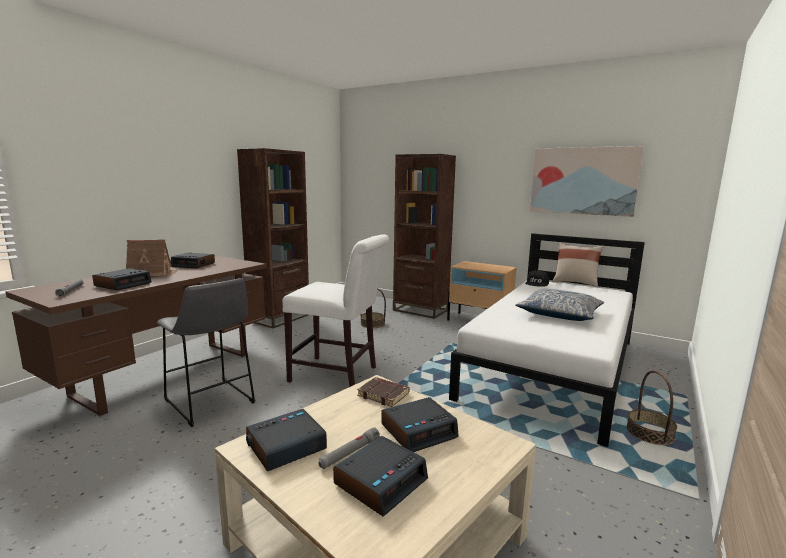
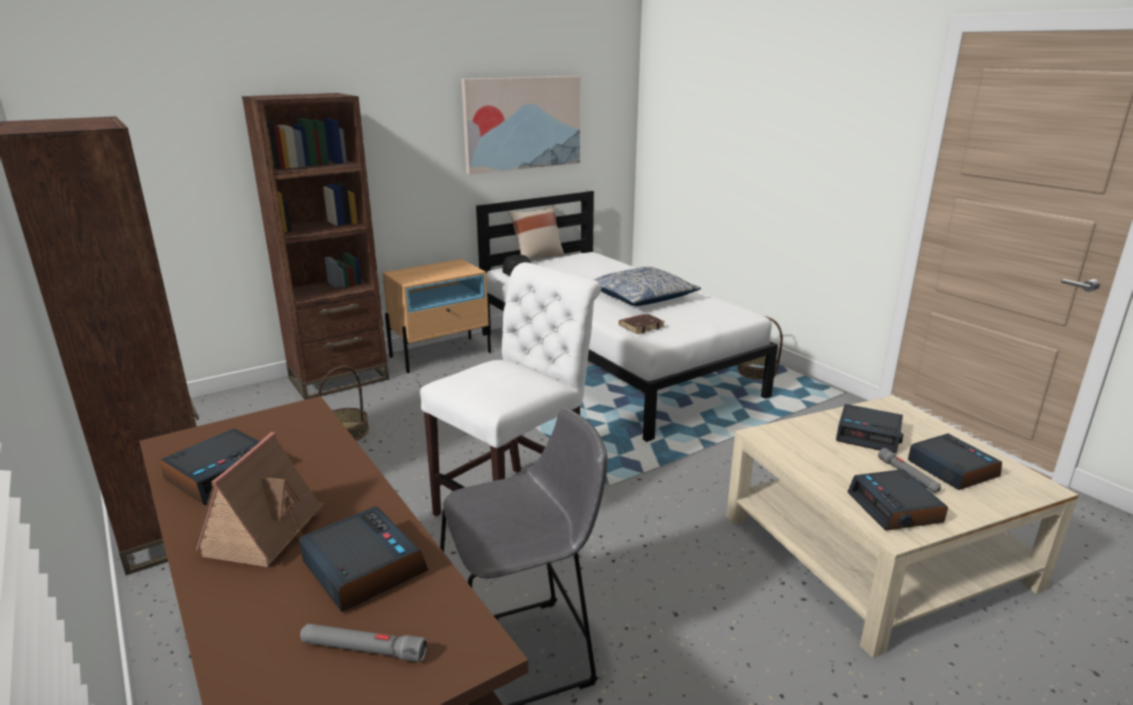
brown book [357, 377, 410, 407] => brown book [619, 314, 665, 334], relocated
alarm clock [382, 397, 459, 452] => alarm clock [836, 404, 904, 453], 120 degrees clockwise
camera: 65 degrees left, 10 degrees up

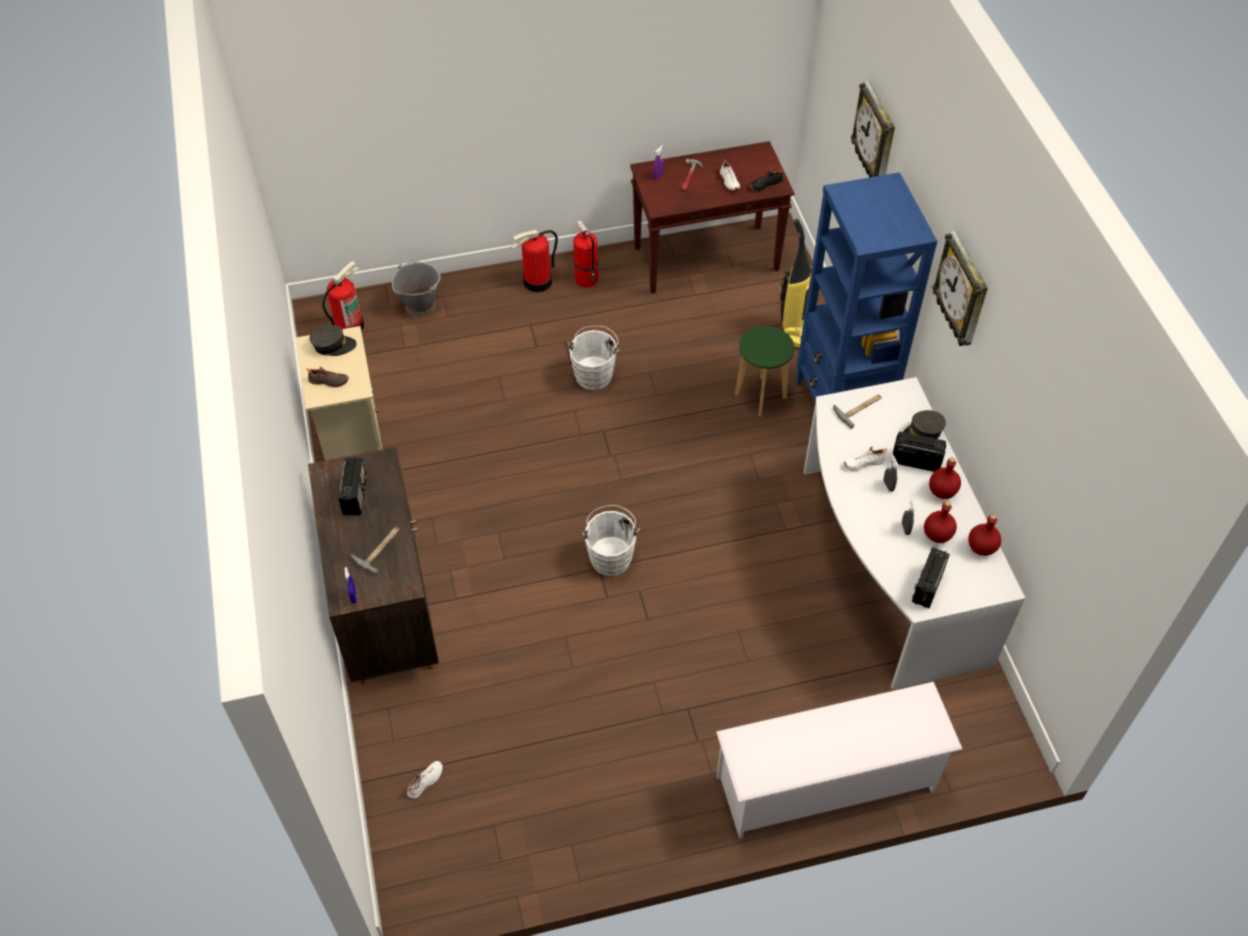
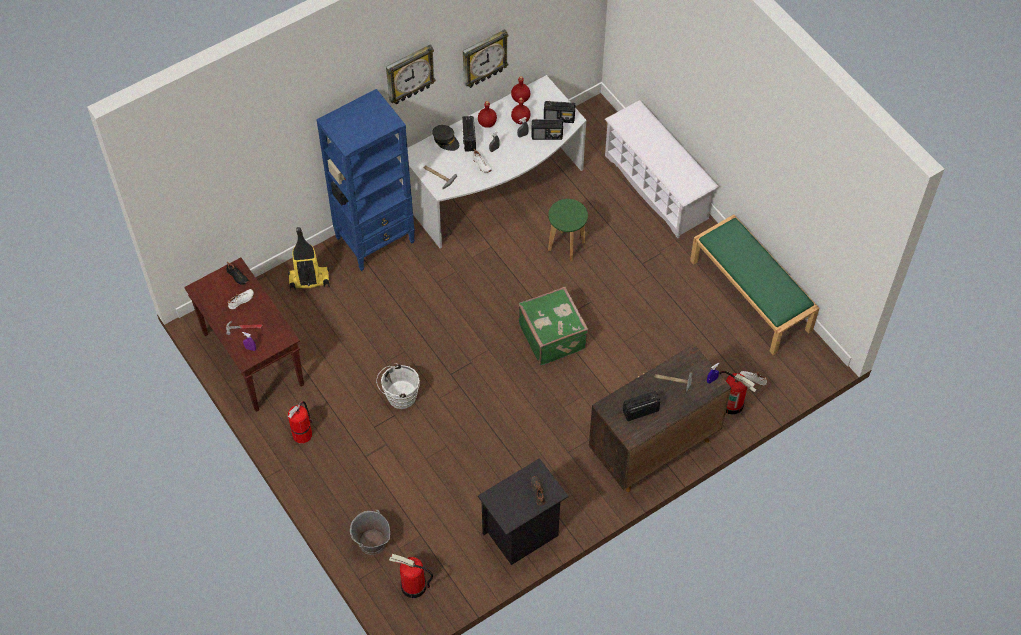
beige nightstand [296, 326, 383, 461] => black nightstand [478, 458, 568, 565]
grey cap [309, 325, 357, 356] => nothing
fire extinguisher [511, 230, 558, 292] => fire extinguisher [719, 371, 756, 415], relocated
white bucket [582, 505, 640, 576] => green suitcase [518, 287, 589, 366]
green stool [735, 326, 794, 416] => green stool [548, 199, 588, 262], relocated
wall clock [851, 80, 895, 177] => wall clock [463, 29, 509, 88], relocated
nothing => radio [532, 119, 563, 140]
nothing => green bench [690, 214, 819, 355]
camera: 110 degrees left, 5 degrees up

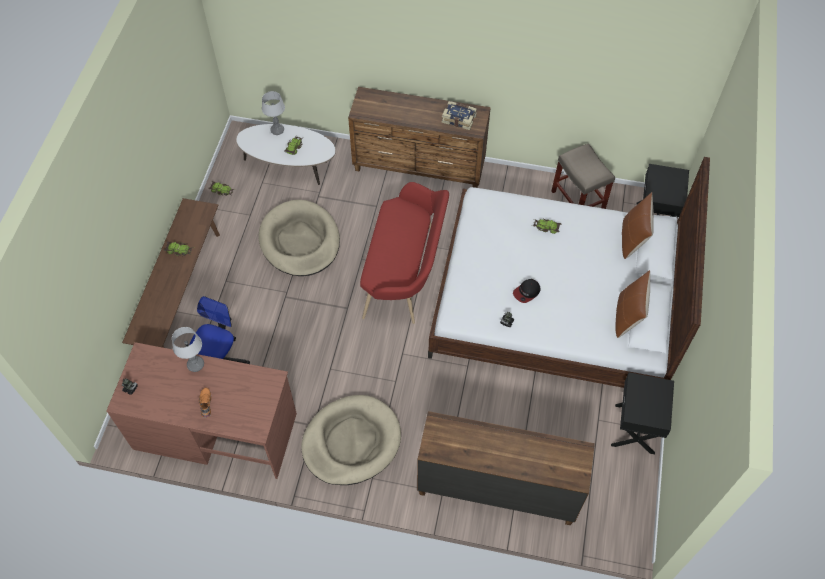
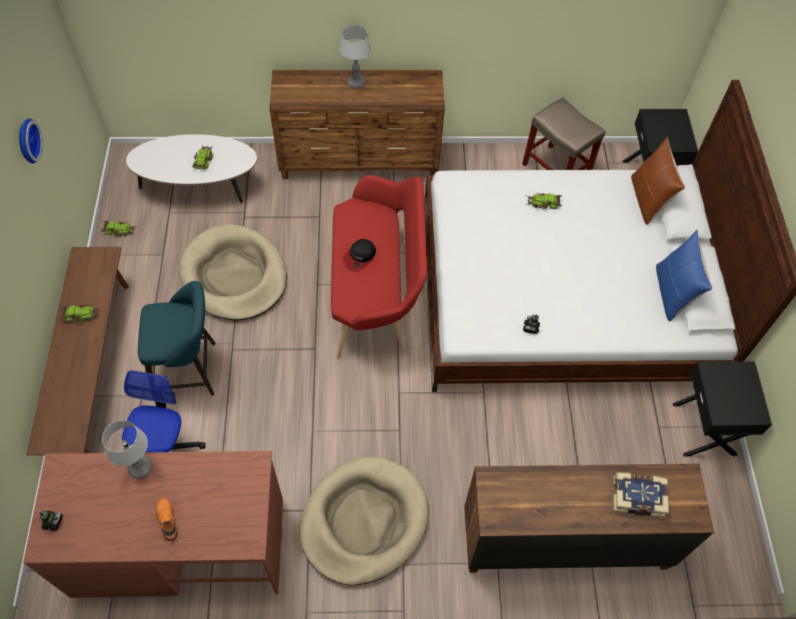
table lamp [262, 91, 285, 135] => table lamp [340, 25, 371, 89], relocated
book [442, 101, 477, 130] => book [613, 472, 669, 518], relocated
cap [513, 279, 541, 303] => cap [343, 239, 376, 269], relocated
brown pillow [615, 270, 650, 338] => blue pillow [656, 230, 712, 322]
nothing => wall clock [19, 118, 43, 164]
nothing => turquoise stool [138, 281, 216, 396]
camera: 15 degrees left, 0 degrees up

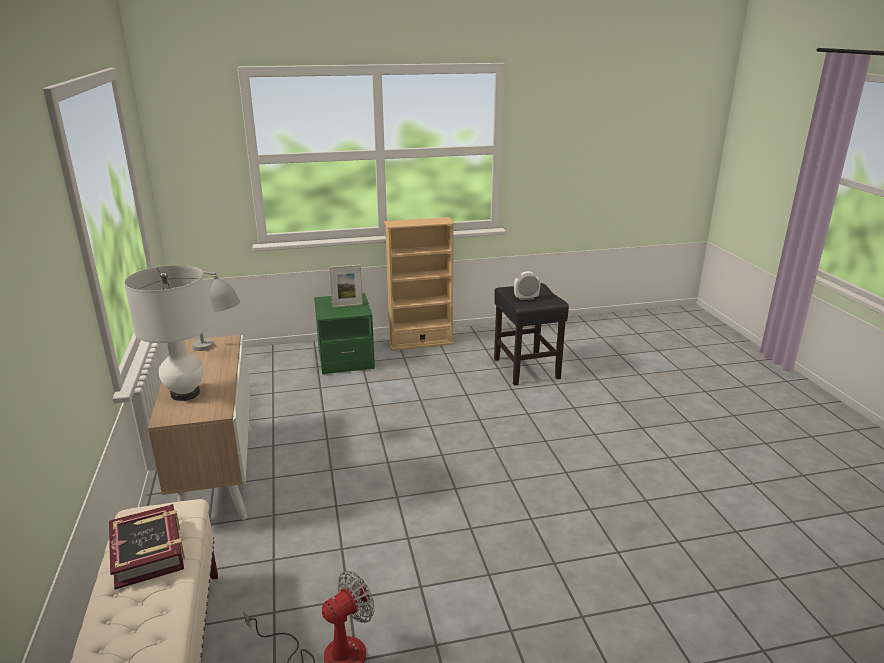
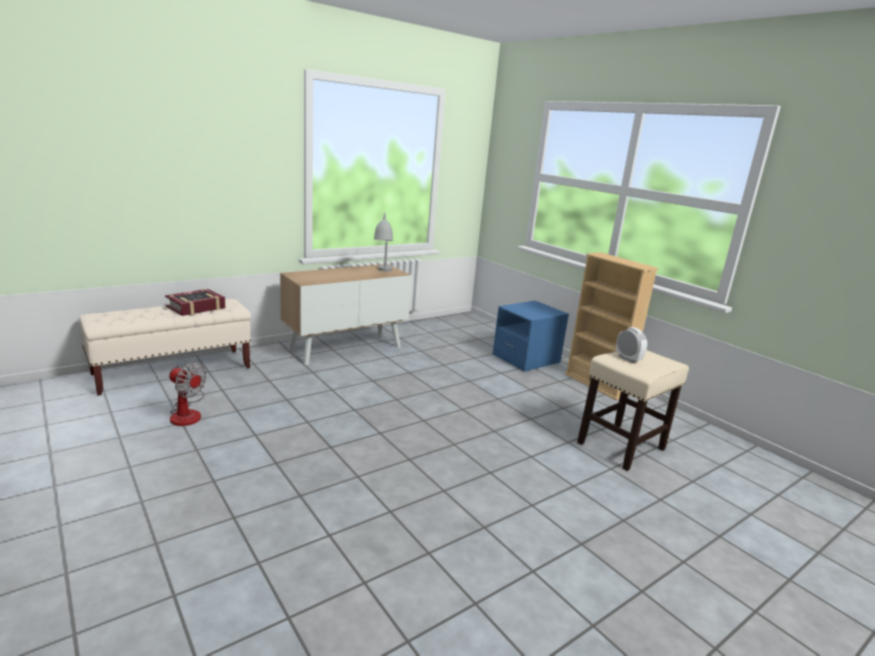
white table lamp [124, 265, 211, 401] => nothing
green nightstand [314, 293, 375, 374] => blue nightstand [493, 301, 569, 372]
picture frame [329, 265, 363, 308] => nothing
black stool [494, 283, 569, 386] => beige stool [577, 350, 689, 471]
camera: 65 degrees right, 5 degrees down

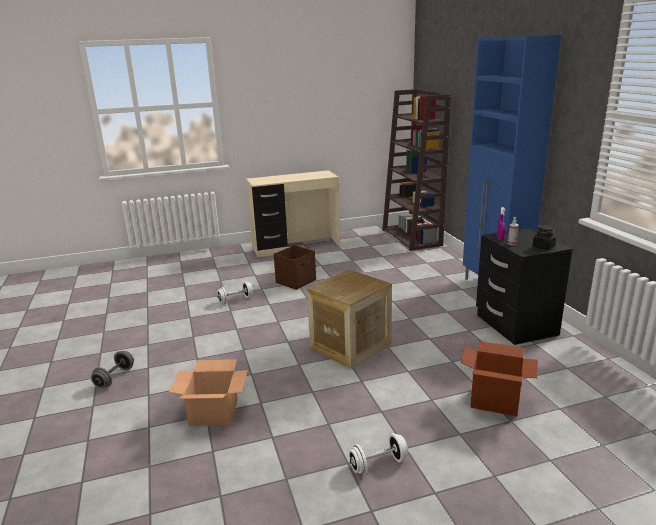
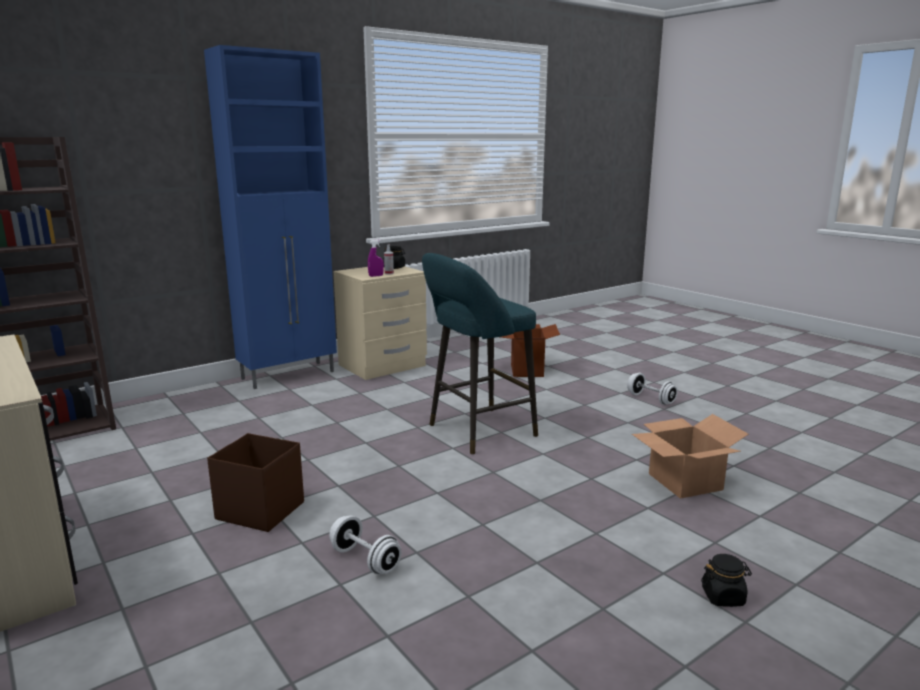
grey dumbbell [91, 351, 134, 388] => black jar [701, 554, 752, 607]
crate [307, 269, 392, 369] => turquoise stool [422, 253, 538, 454]
black nightstand [476, 228, 572, 345] => beige nightstand [333, 266, 427, 380]
camera: 110 degrees left, 5 degrees down

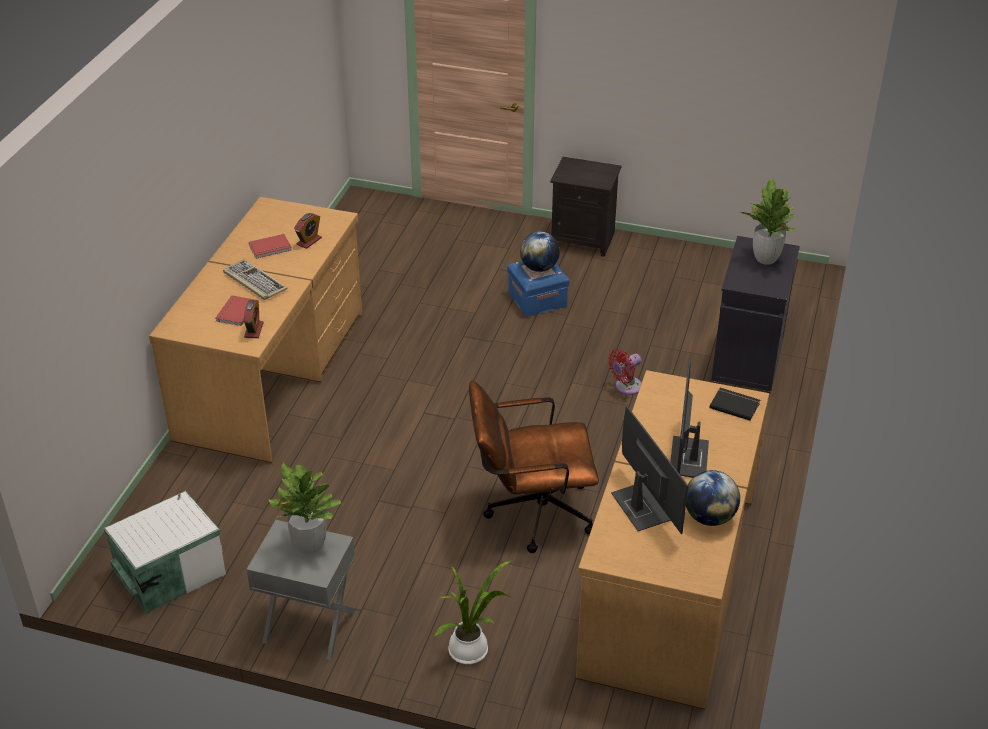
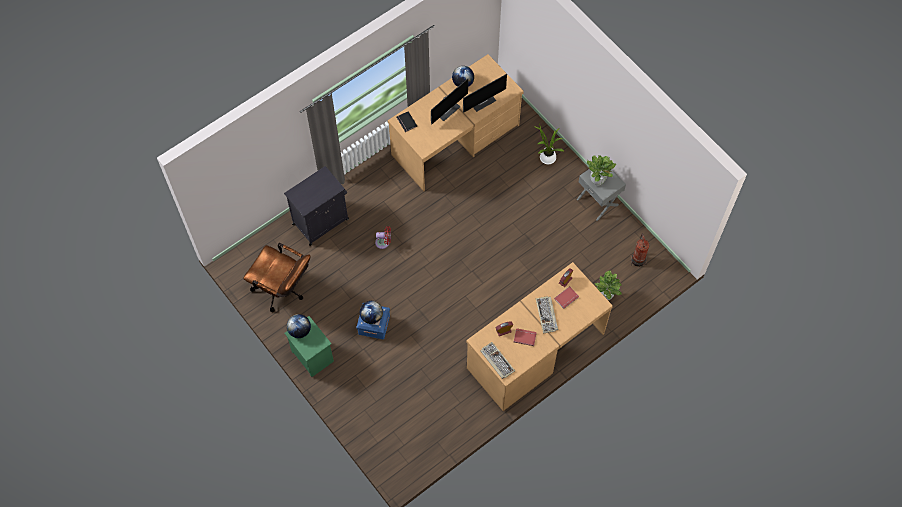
white storage box [104, 491, 226, 614] => fire extinguisher [630, 233, 650, 267]
brown office chair [469, 381, 599, 553] => brown office chair [243, 243, 311, 312], relocated
black nightstand [550, 157, 622, 257] => green nightstand [284, 316, 334, 377]
monitor [611, 406, 688, 534] => monitor [463, 74, 507, 113], 135 degrees counterclockwise
potted plant [740, 178, 796, 265] => potted plant [595, 271, 622, 300], relocated
nothing => globe [287, 314, 311, 338]
nothing => keyboard [480, 342, 515, 379]
camera: 145 degrees left, 25 degrees up

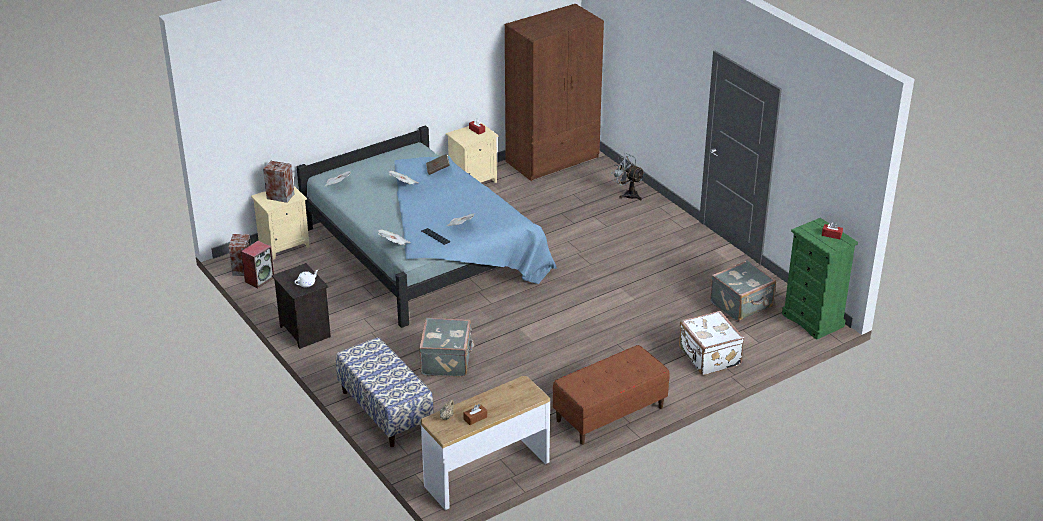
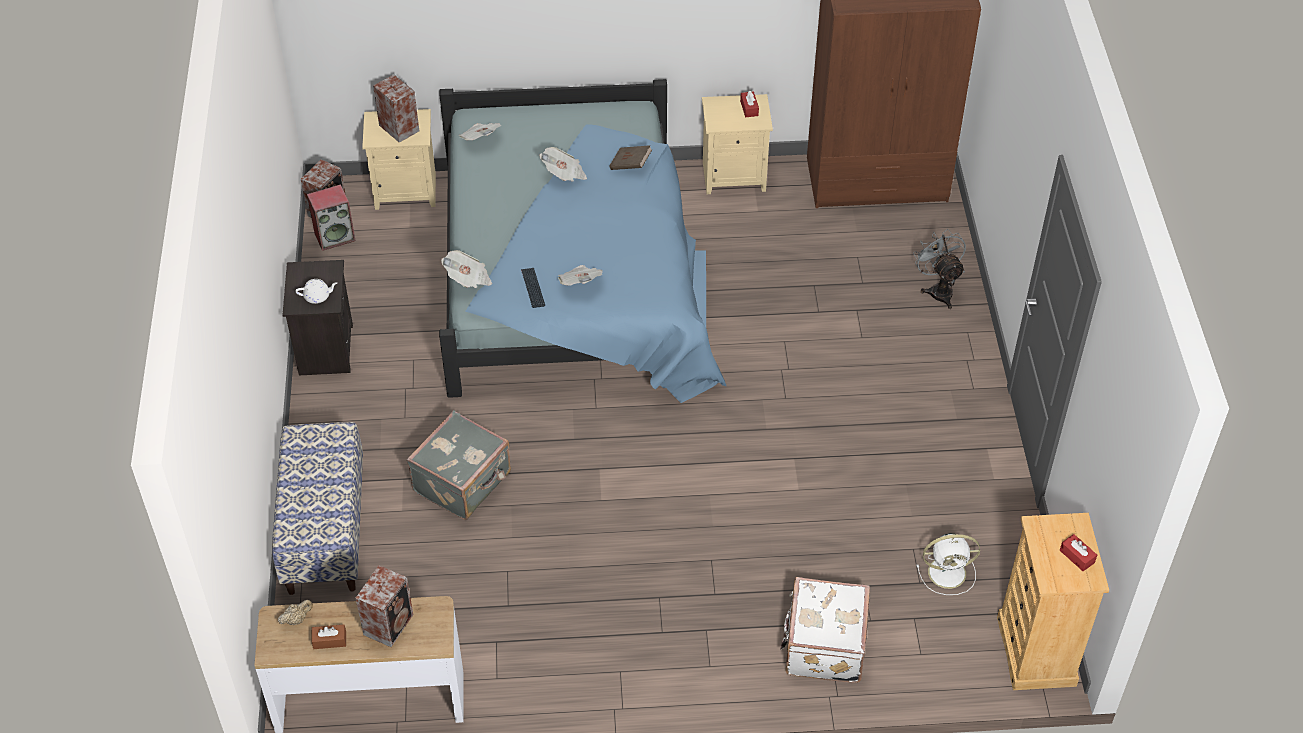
brown bench [553, 345, 669, 445] => nothing
grey suitcase [710, 260, 776, 321] => white fan [916, 533, 980, 595]
green dresser [782, 218, 858, 340] => beige dresser [997, 513, 1109, 690]
nothing => speaker [356, 565, 413, 647]
camera: 30 degrees right, 15 degrees up

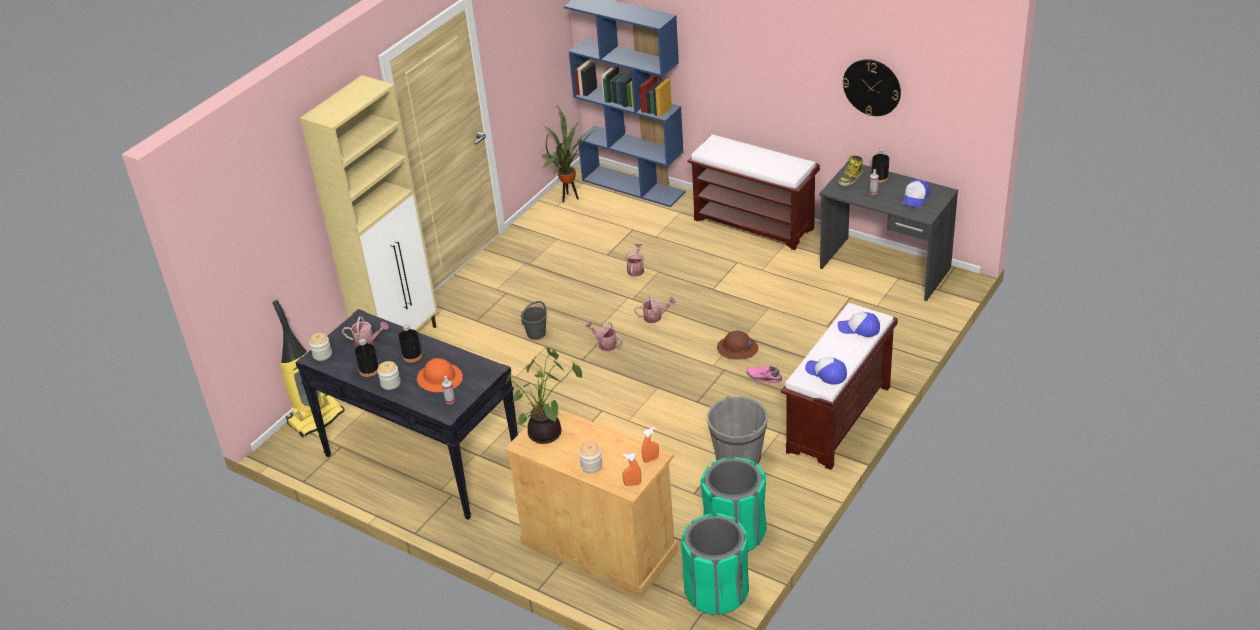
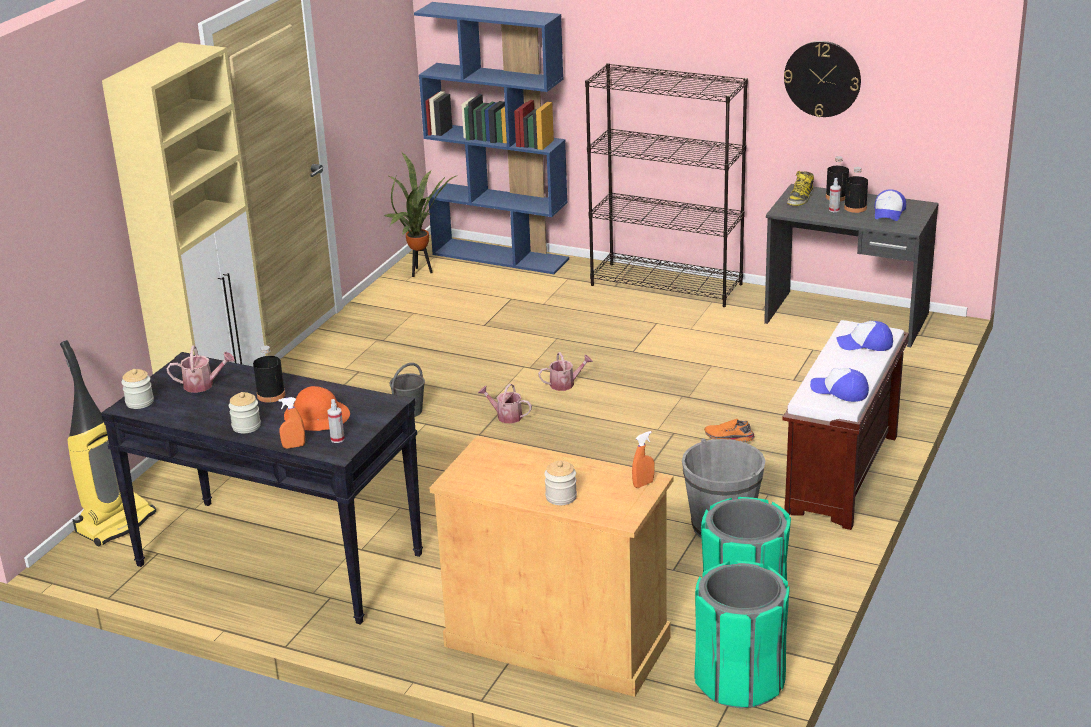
black bottle [355, 339, 379, 377] => black bottle [844, 167, 868, 213], relocated
potted plant [504, 348, 582, 444] => nothing
orange spray bottle [622, 453, 641, 486] => orange spray bottle [278, 397, 305, 449], relocated
watering can [625, 244, 644, 277] => nothing
brown bench [687, 134, 820, 250] => black bookcase [585, 63, 748, 307]
brown hard hat [717, 331, 758, 360] => nothing
pink shoe [747, 365, 783, 384] => orange shoe [704, 419, 755, 442]
camera: 10 degrees left, 10 degrees down

